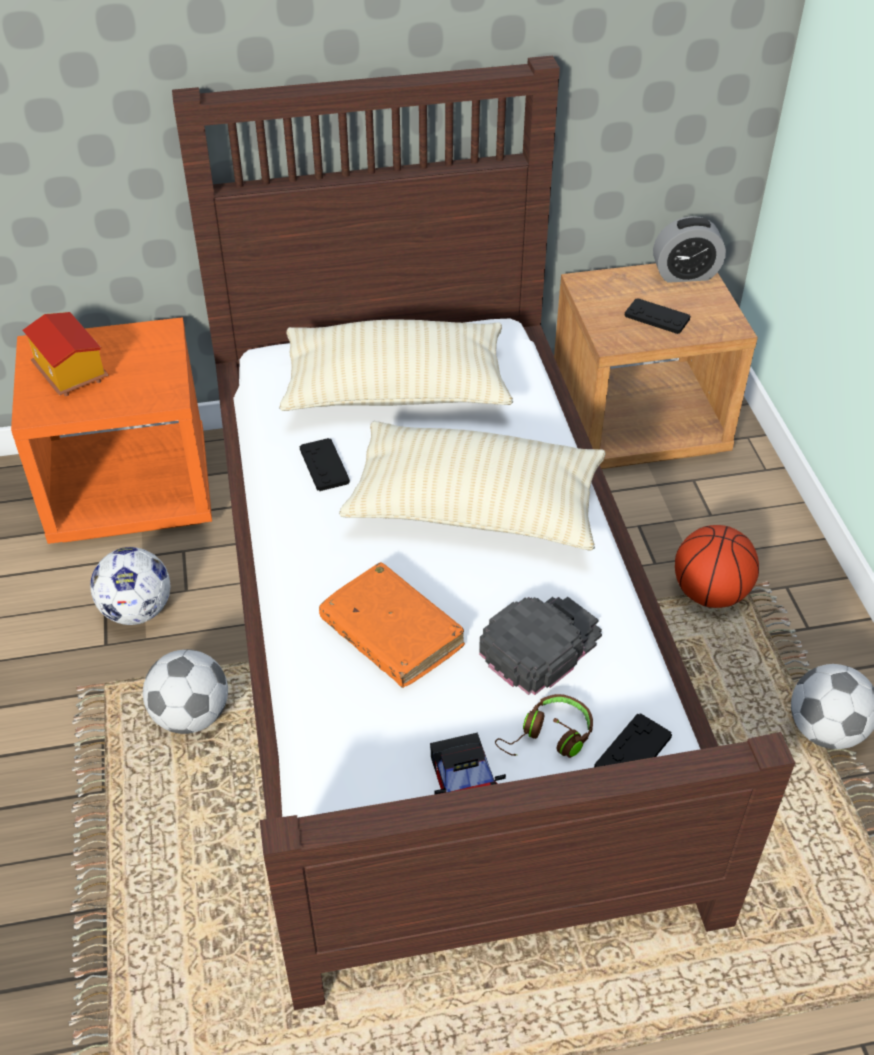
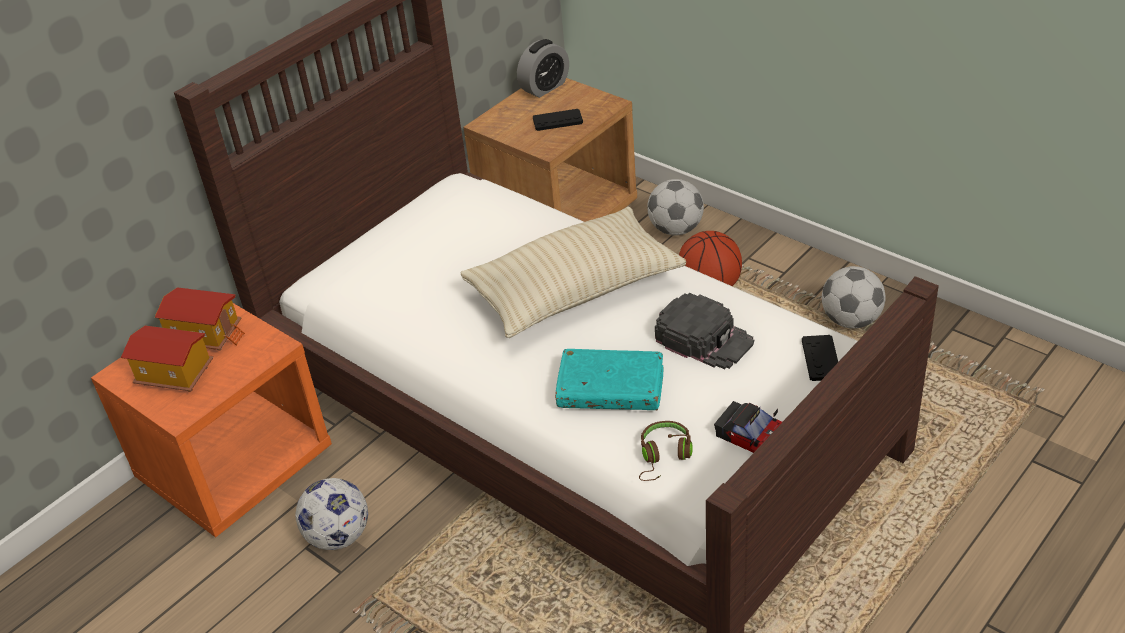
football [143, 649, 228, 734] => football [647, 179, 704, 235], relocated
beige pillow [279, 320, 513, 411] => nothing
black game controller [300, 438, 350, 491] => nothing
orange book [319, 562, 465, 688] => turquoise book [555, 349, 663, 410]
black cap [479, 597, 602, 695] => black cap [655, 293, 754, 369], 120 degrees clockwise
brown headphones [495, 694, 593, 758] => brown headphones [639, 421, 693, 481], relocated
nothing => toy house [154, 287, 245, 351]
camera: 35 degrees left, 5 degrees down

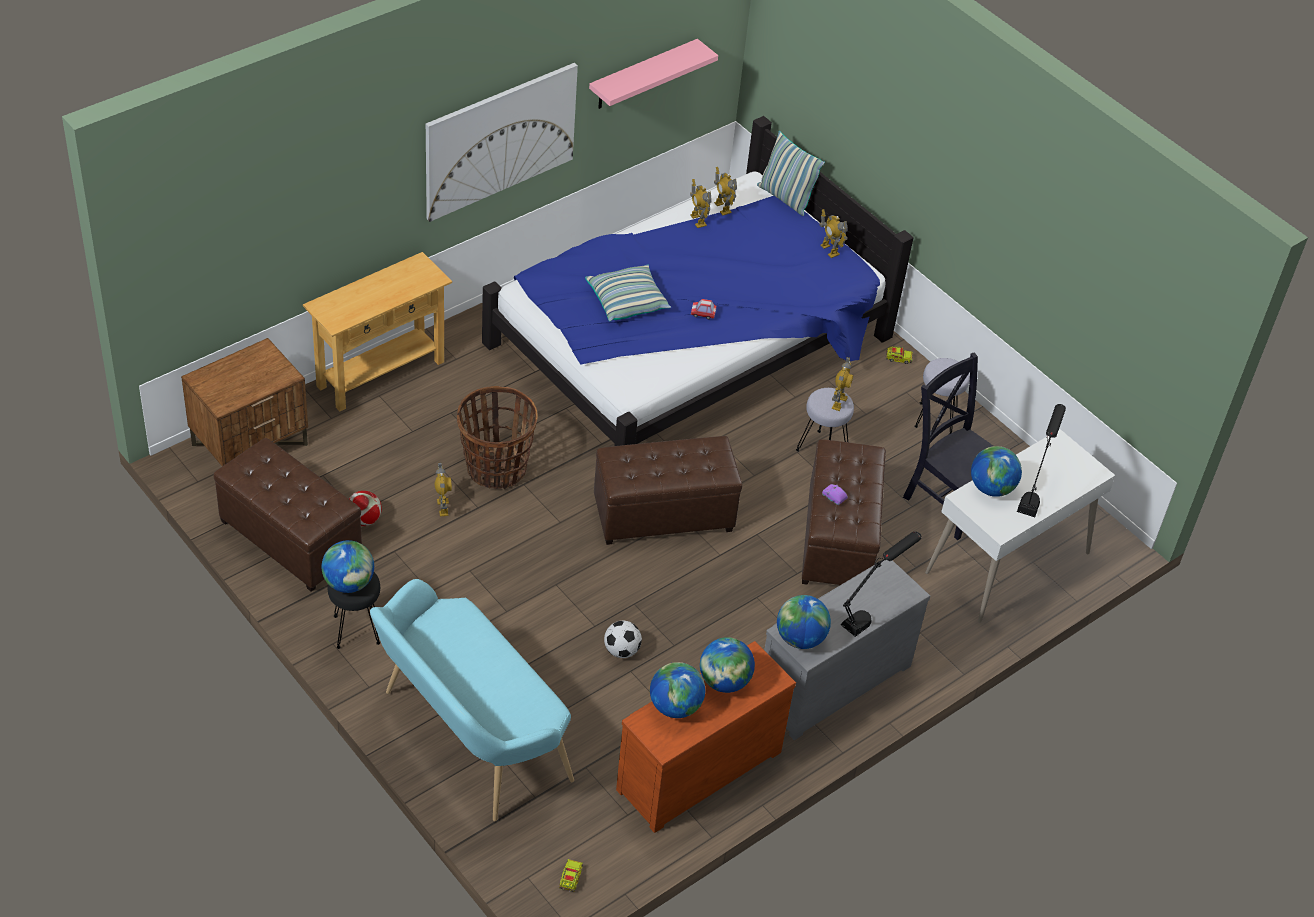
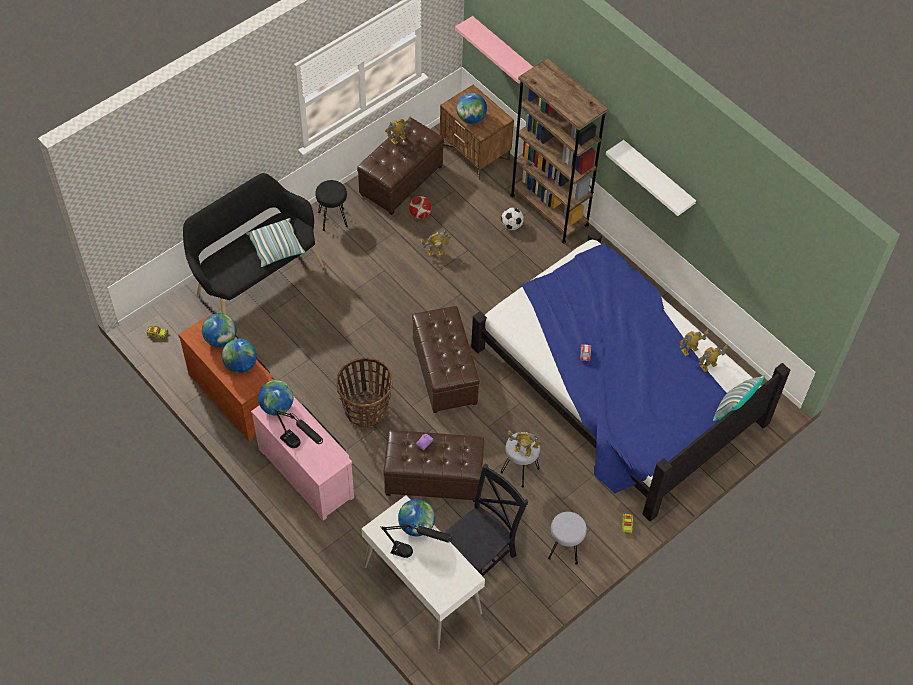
beige console table [303, 252, 452, 411] => brown bookcase [510, 58, 609, 243]
globe [322, 540, 374, 593] => globe [456, 93, 487, 124], relocated
turquoise bench [370, 579, 574, 821] => black bench [183, 173, 324, 314]
picture [426, 63, 578, 222] => white shelf [605, 140, 696, 216]
basket [457, 386, 538, 489] => basket [337, 358, 393, 428], relocated
pillow [585, 264, 671, 322] => pillow [246, 218, 306, 267], relocated
pink shelf [589, 39, 718, 109] => pink shelf [455, 16, 533, 84], relocated
football [604, 621, 642, 658] => football [501, 208, 524, 230], relocated
grey dresser [764, 560, 930, 740] => pink dresser [251, 396, 354, 521]
toy robot [820, 209, 848, 258] => toy robot [385, 116, 412, 145], relocated
camera: 90 degrees right, 10 degrees up

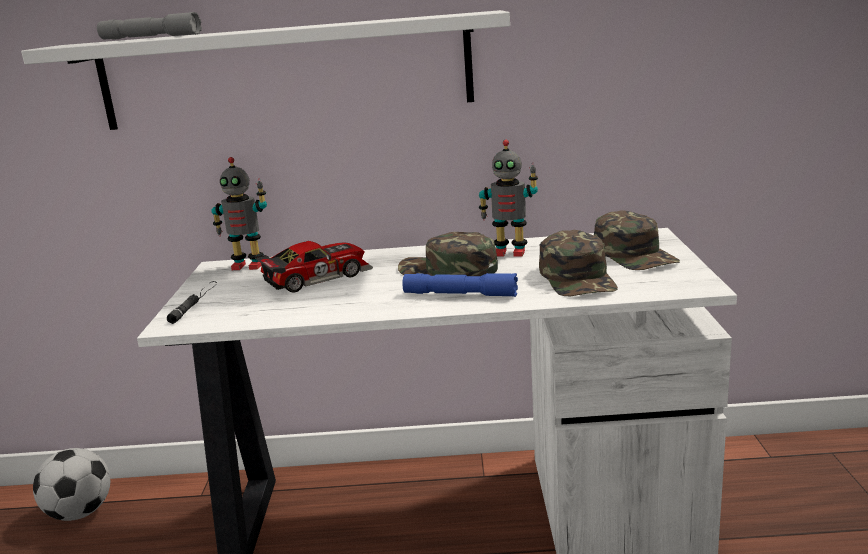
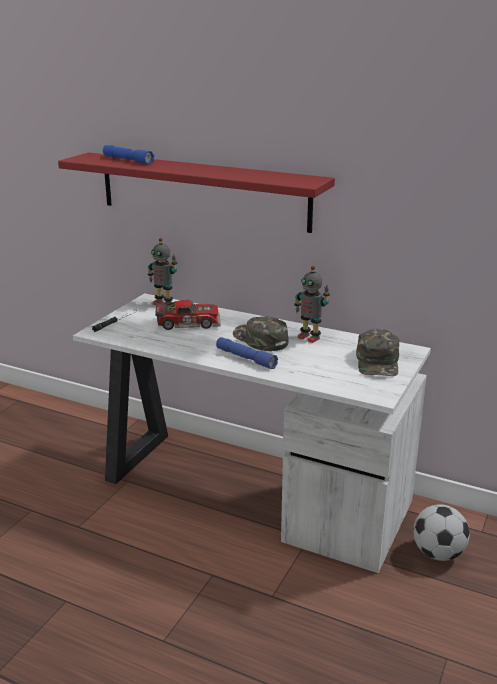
white shelf [21, 10, 510, 130] => red shelf [58, 152, 335, 233]
football [33, 448, 110, 521] => football [413, 504, 470, 561], relocated
grey flashlight [97, 12, 202, 40] => blue flashlight [103, 145, 154, 164]
green cap [539, 230, 618, 296] => nothing
camera: 25 degrees right, 5 degrees up

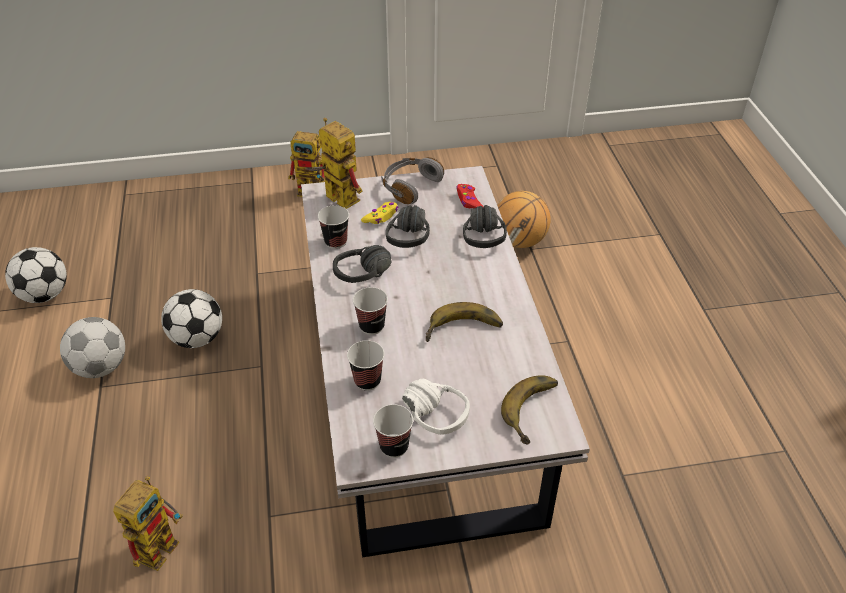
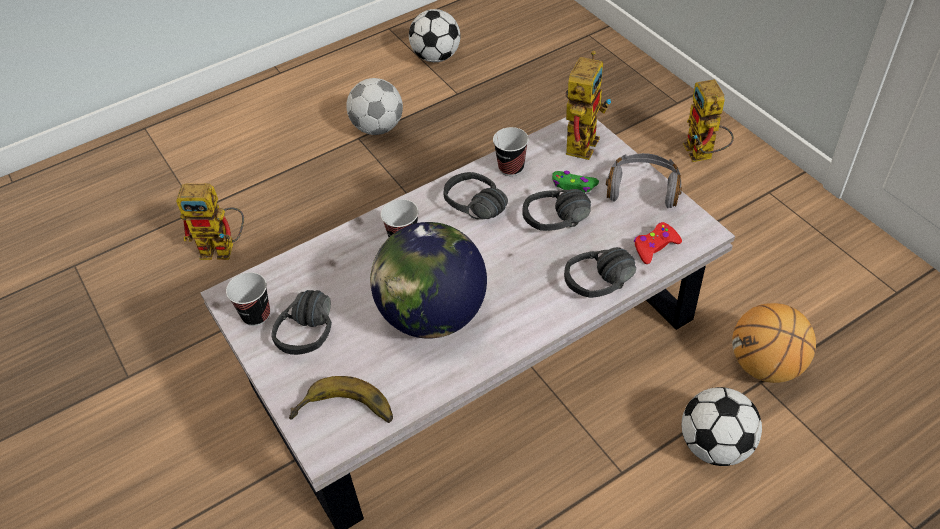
football [161, 289, 222, 348] => football [682, 387, 762, 466], relocated
cup [347, 340, 384, 391] => nothing
yellow game controller [361, 202, 398, 224] => green game controller [552, 171, 599, 192]
white headphones [402, 379, 470, 435] => black headphones [271, 290, 332, 355]
banana [426, 302, 503, 342] => globe [370, 222, 487, 339]
camera: 70 degrees right, 5 degrees up

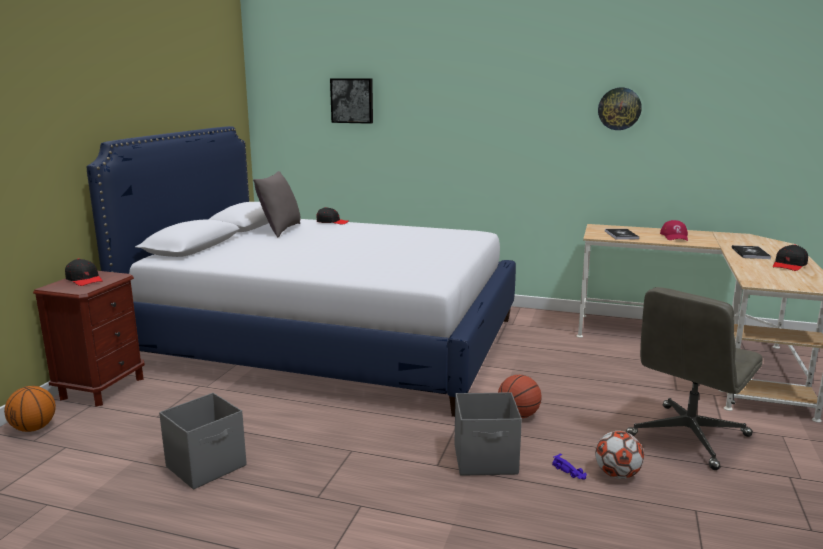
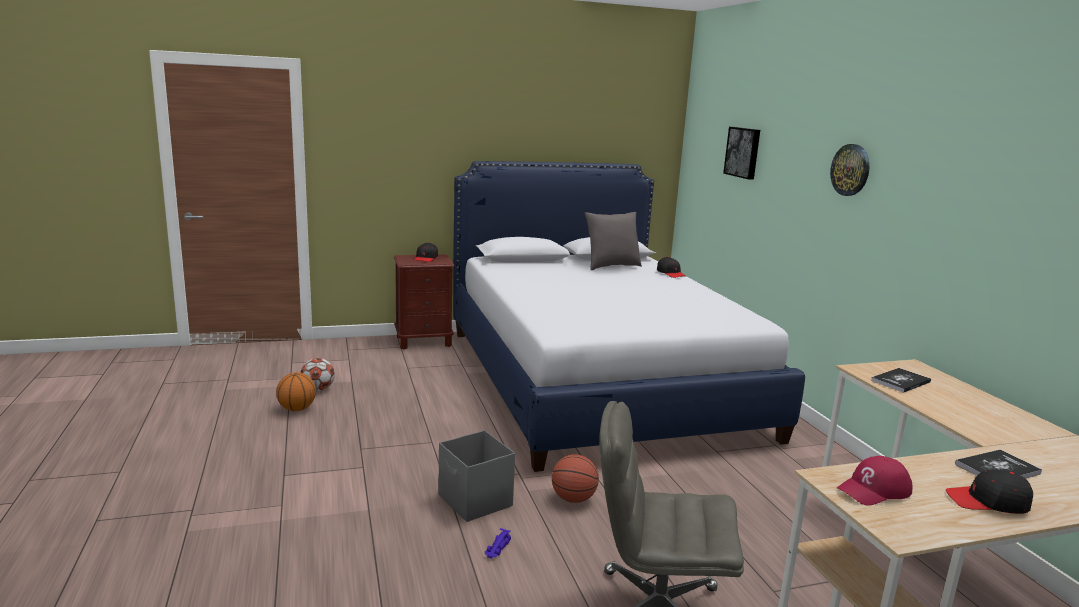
basketball [4, 386, 56, 432] => basketball [276, 372, 316, 411], relocated
grey storage box [159, 393, 247, 490] => nothing
football [595, 431, 644, 479] => football [300, 358, 335, 391], relocated
wall clock [598, 88, 642, 130] => wall clock [830, 144, 869, 196], relocated
red cap [660, 220, 688, 241] => red cap [837, 456, 912, 506], relocated
camera: 55 degrees right, 0 degrees up

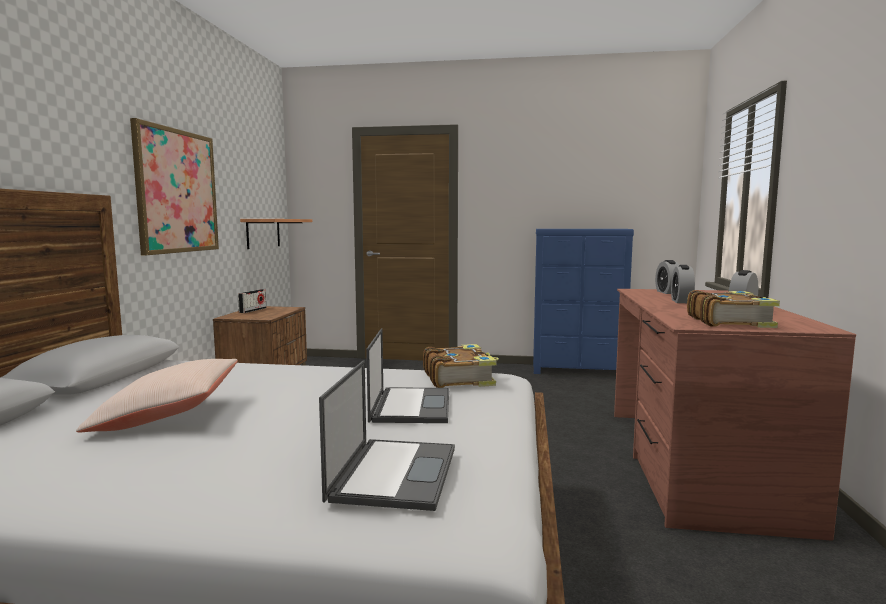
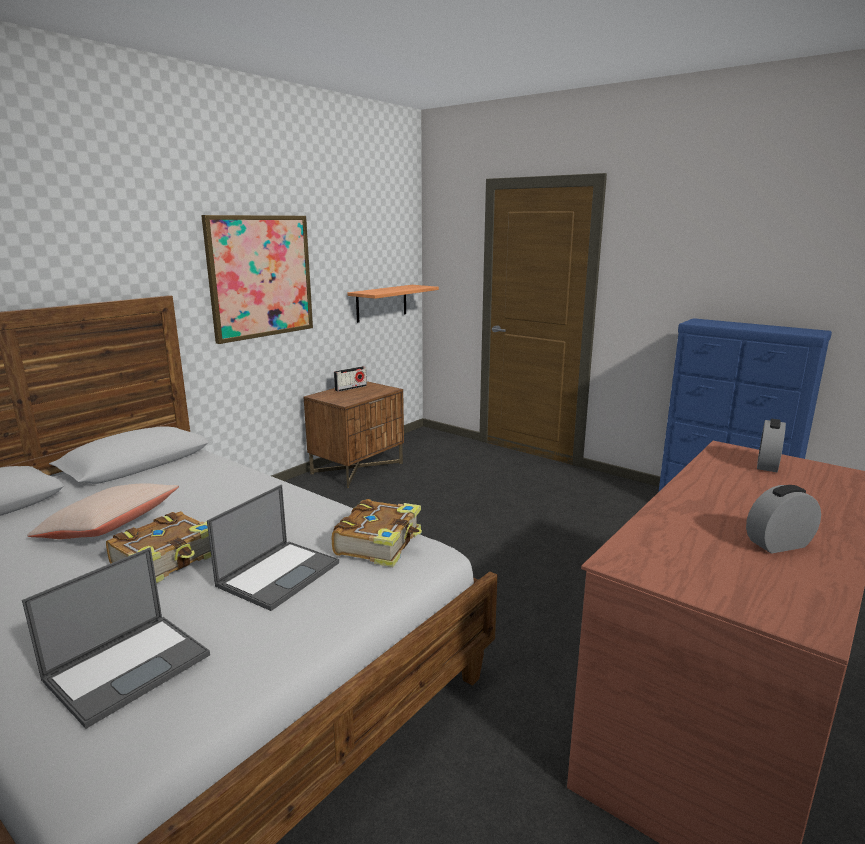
alarm clock [671, 265, 695, 303] => nothing
book [687, 290, 780, 328] => book [106, 511, 211, 583], relocated
camera: 30 degrees right, 10 degrees up

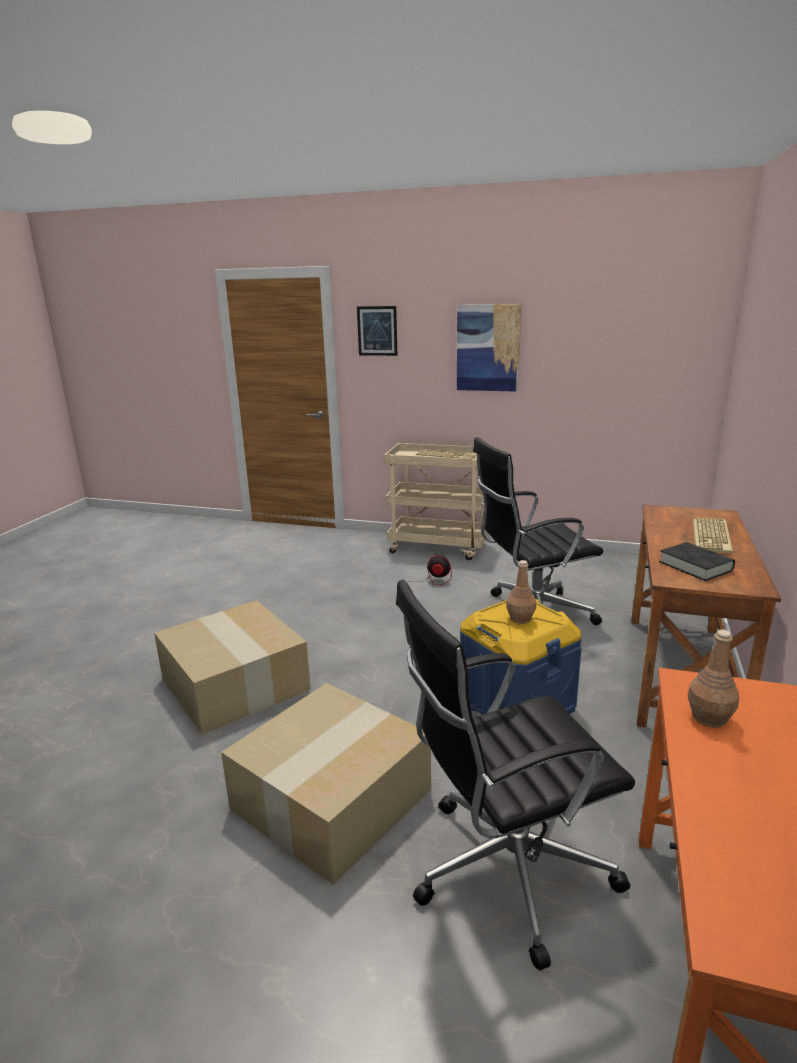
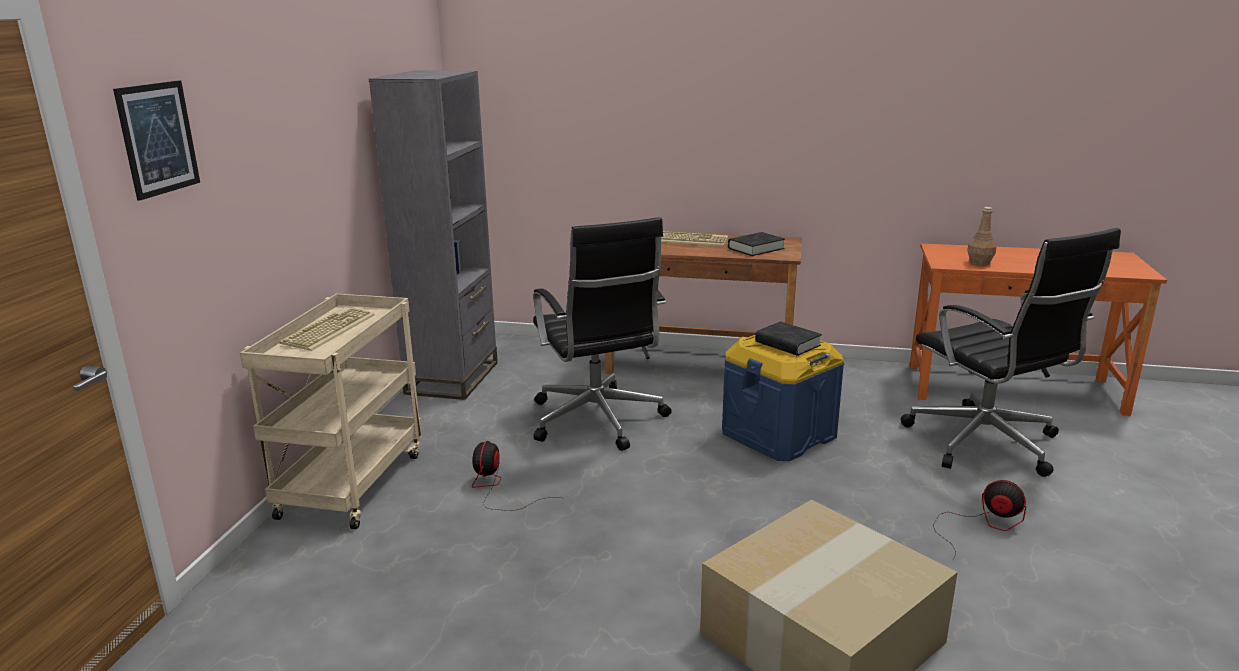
cardboard box [221, 683, 431, 885] => fan [933, 480, 1026, 560]
picture [457, 304, 521, 392] => nothing
brown bottle [506, 560, 536, 624] => black book [755, 321, 822, 356]
nothing => grey bookcase [369, 71, 498, 400]
camera: 95 degrees left, 0 degrees up

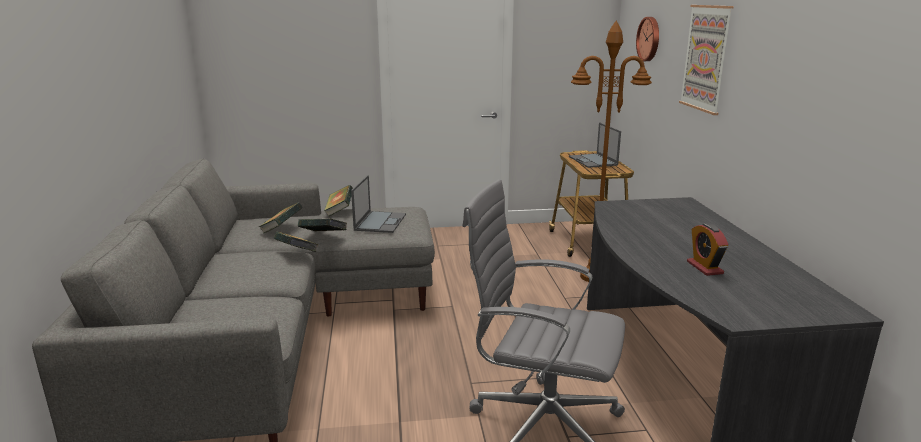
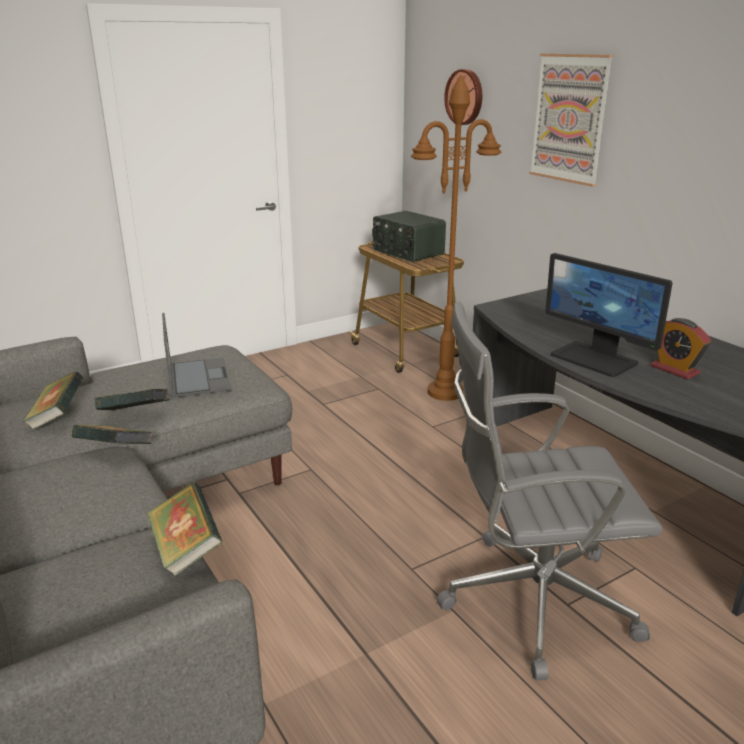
book [324, 185, 353, 217] => book [147, 483, 223, 576], relocated
laptop [569, 123, 621, 168] => radio [372, 211, 446, 262]
nothing => monitor [545, 253, 672, 377]
camera: 25 degrees left, 5 degrees up

